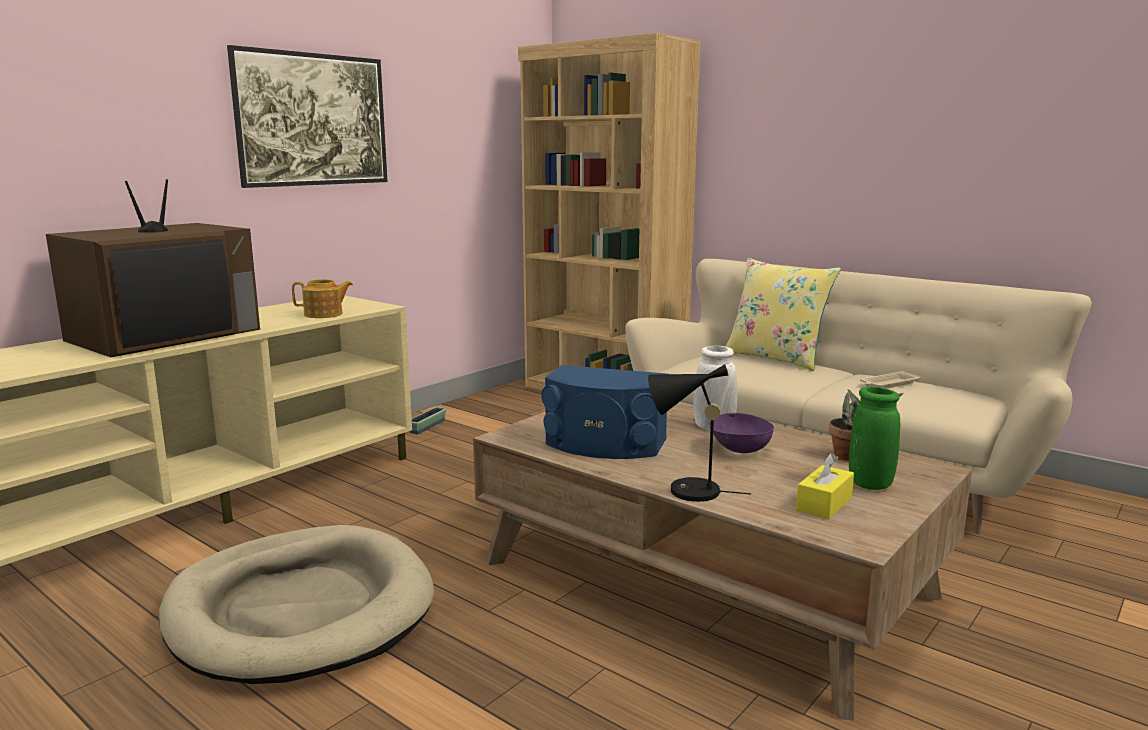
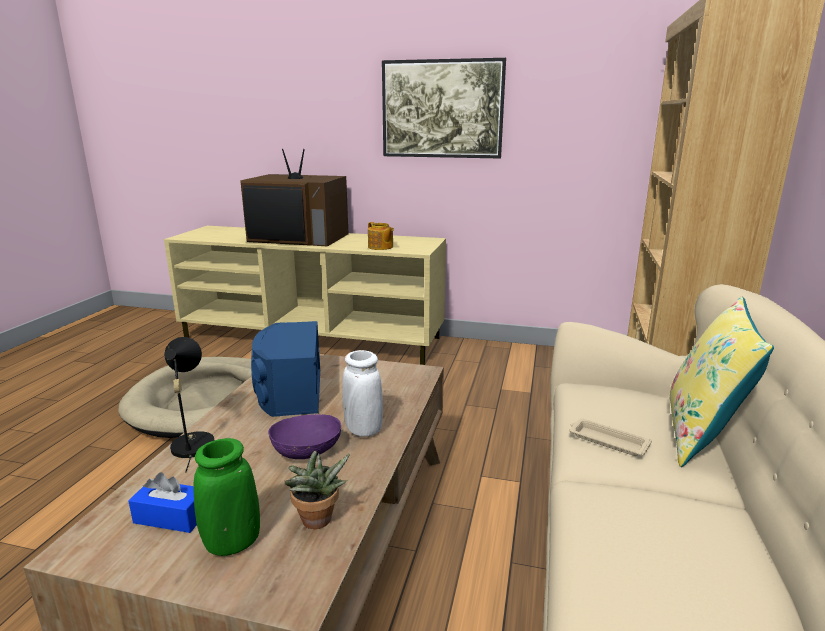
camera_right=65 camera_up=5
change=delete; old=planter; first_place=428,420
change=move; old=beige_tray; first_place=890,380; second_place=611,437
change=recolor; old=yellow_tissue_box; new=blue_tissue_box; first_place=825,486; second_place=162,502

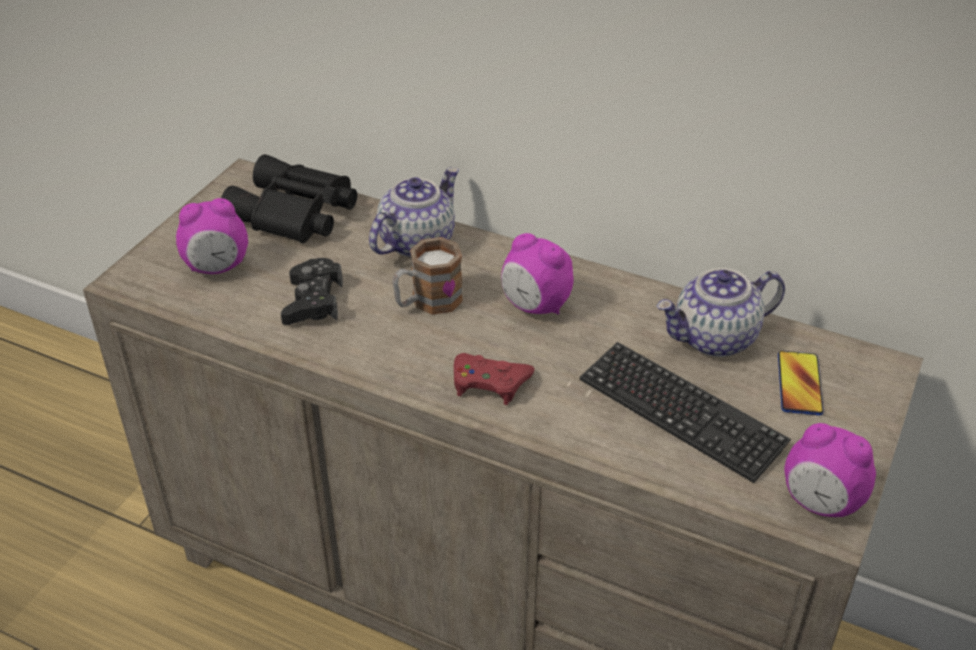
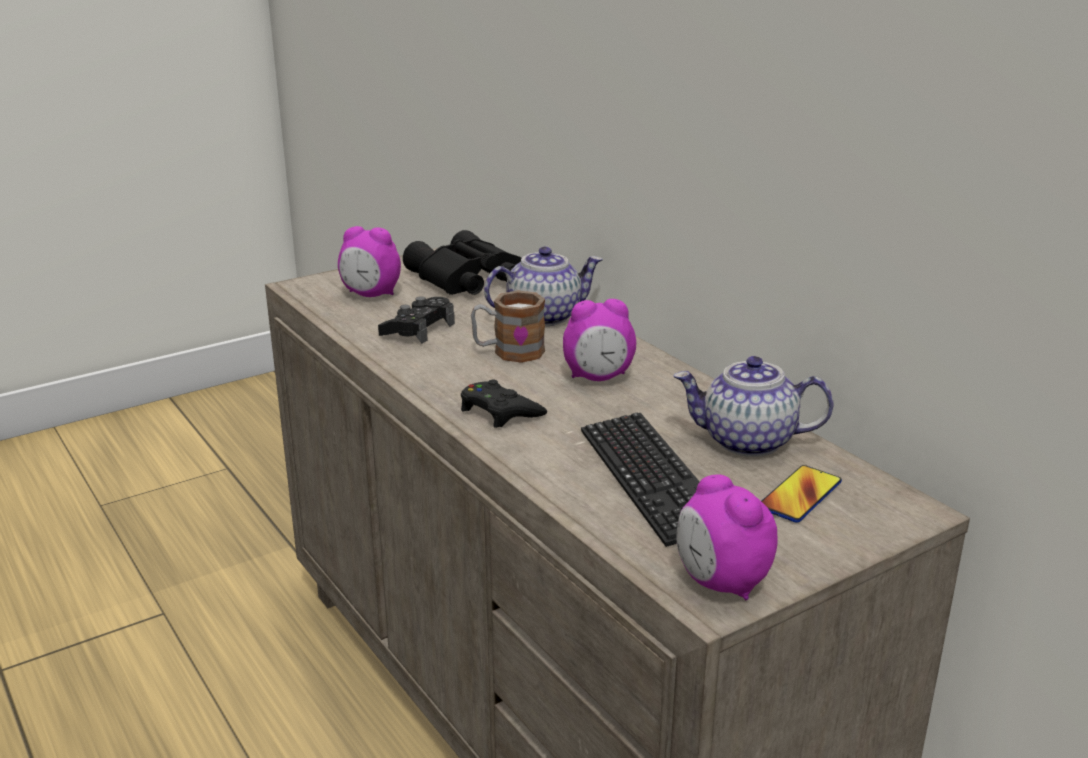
camera_right=30 camera_up=-15
change=recolor; old=red_game_controller; new=black_game_controller; first_place=494,379; second_place=504,404
change=rotate; old=alarm_clock; first_place=537,274; second_place=599,340; degrees=-75

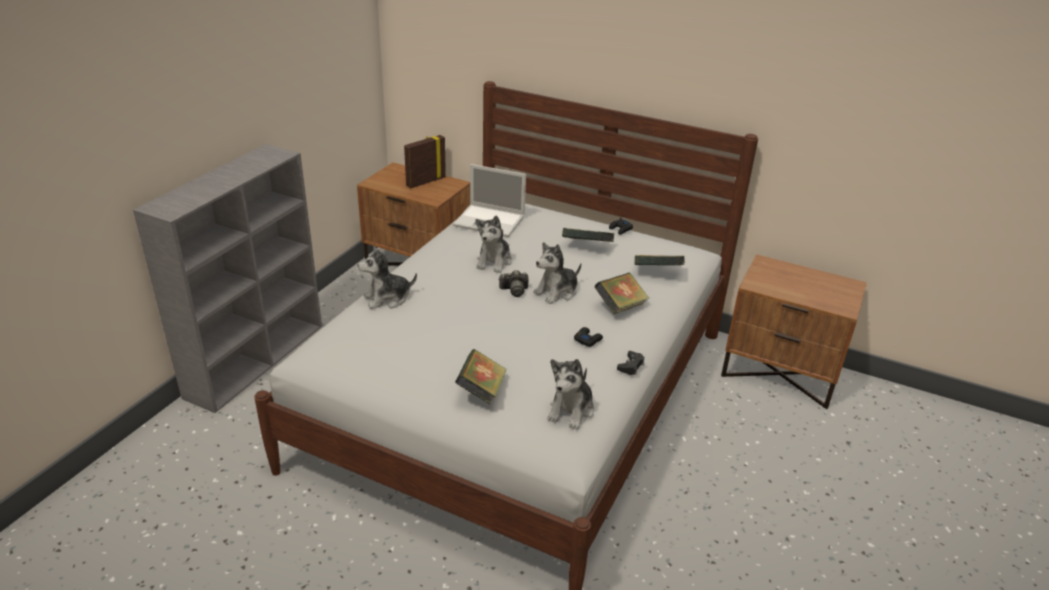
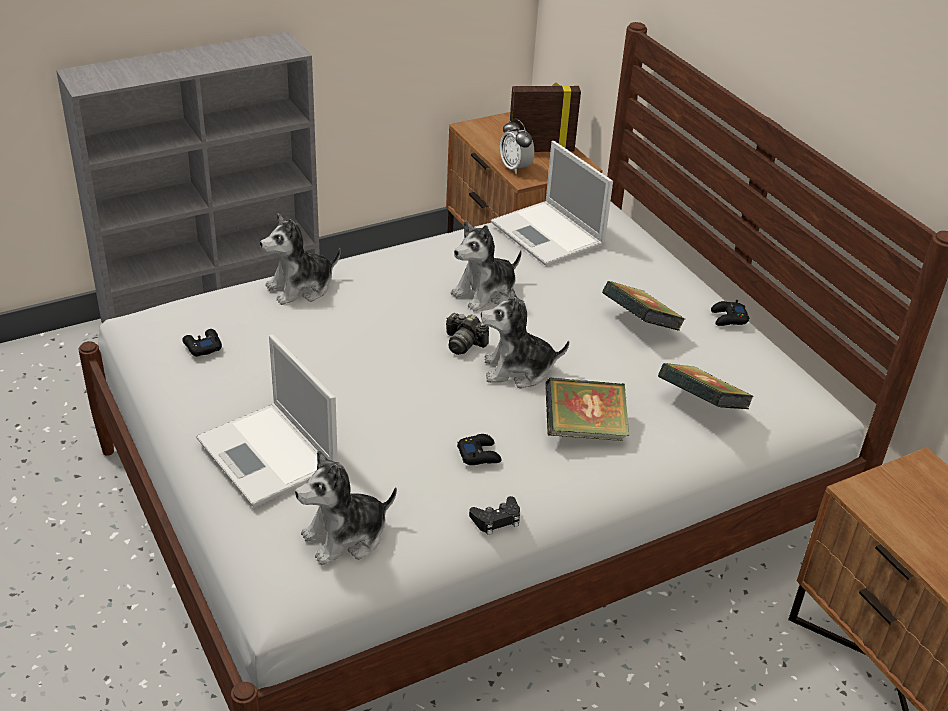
camera_right=35 camera_up=5
change=insert; new=black_game_controller; second_place=202,343
change=insert; new=alarm_clock; second_place=517,146
change=replace; old=book; new=laptop; first_place=481,376; second_place=267,421
change=rotate; old=plush_toy; first_place=387,277; second_place=300,259; degrees=-45

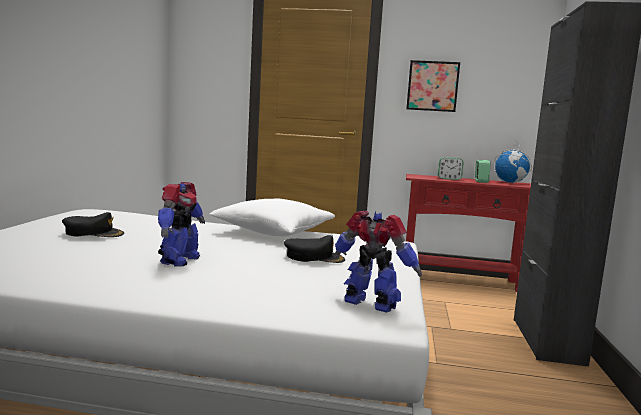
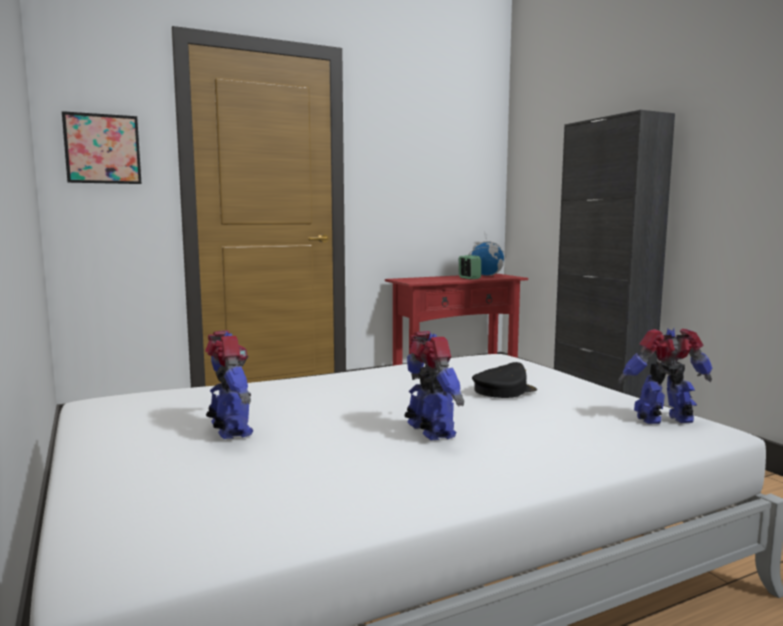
camera_right=-35 camera_up=0
change=delete; old=white_pillow; first_place=272,217
change=delete; old=alarm_clock; first_place=451,168
change=move; old=picture; first_place=433,86; second_place=102,147
change=replace; old=black_cap; new=toy_robot; first_place=93,224; second_place=229,384

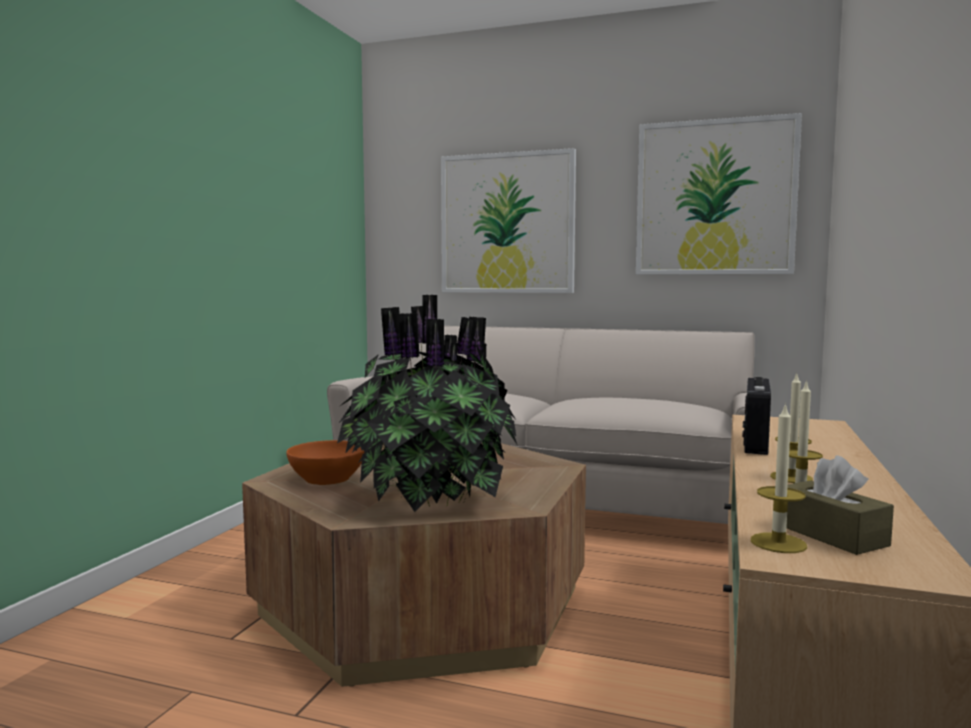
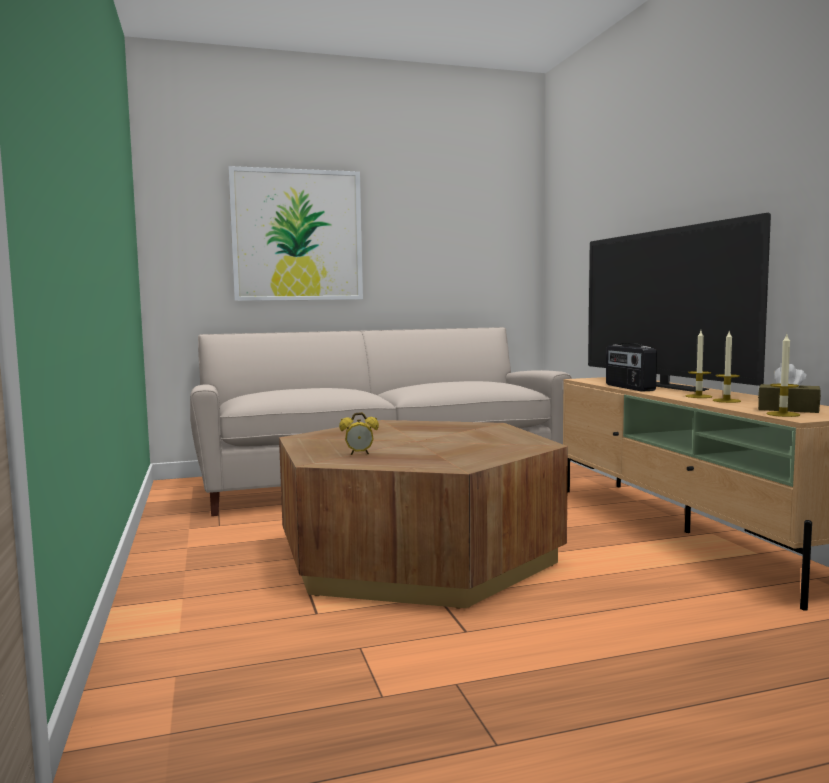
camera_right=-35 camera_up=0
change=delete; old=potted_plant; first_place=427,403
change=delete; old=picture; first_place=719,194
change=insert; new=television; second_place=679,302
change=replace; old=orange_bowl; new=alarm_clock; first_place=325,462; second_place=359,433

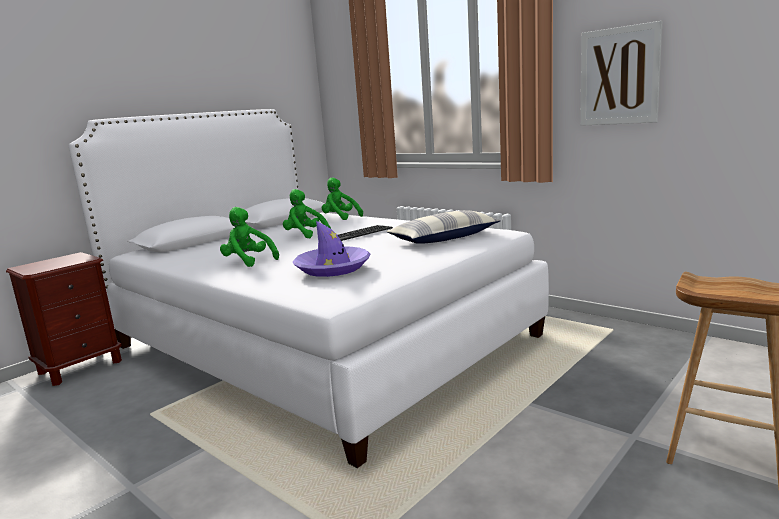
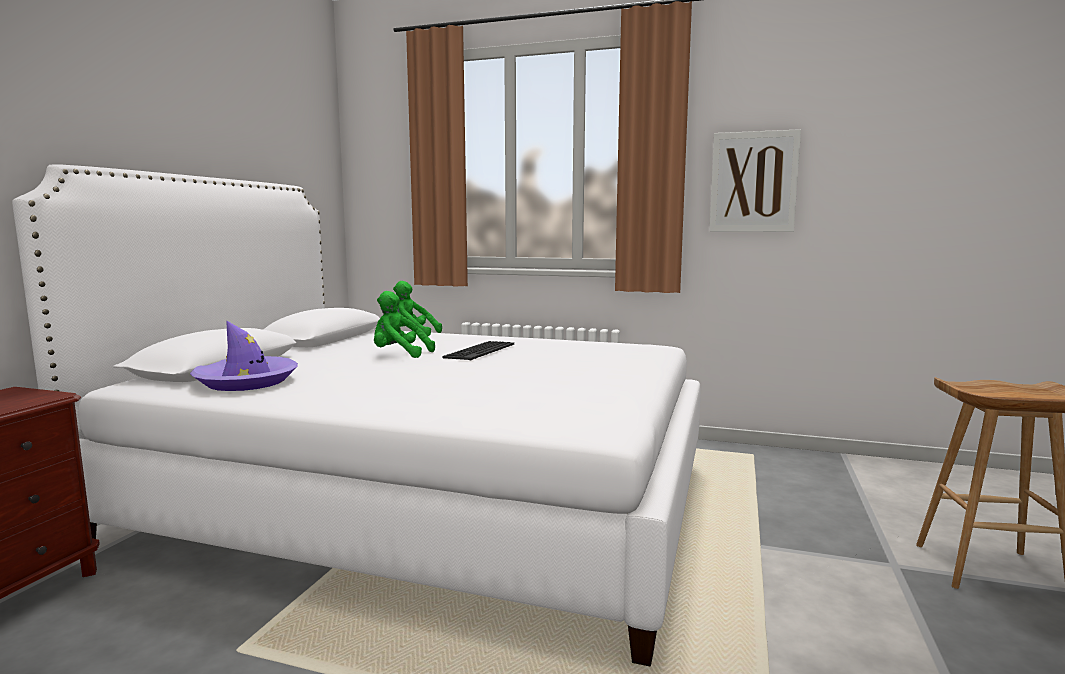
camera_right=-25 camera_up=-5
change=delete; old=green_plush_toy; first_place=249,237
change=delete; old=pillow; first_place=444,227
change=move; old=purple_hat; first_place=332,249; second_place=244,355

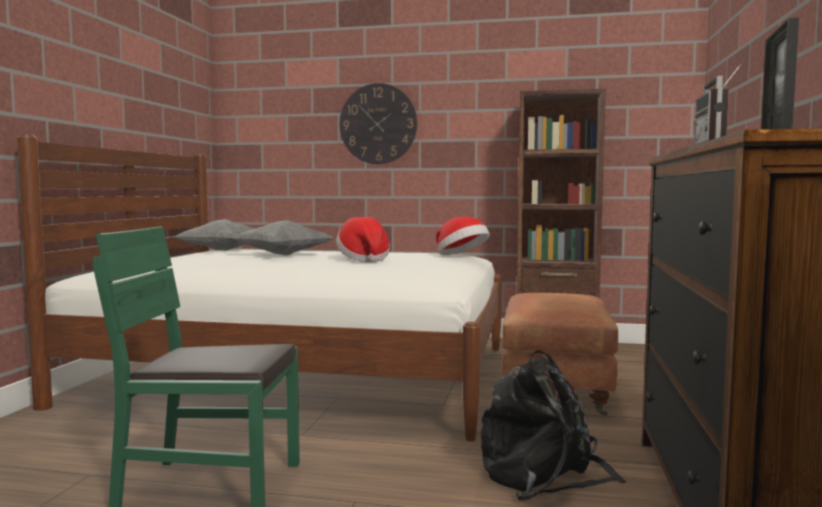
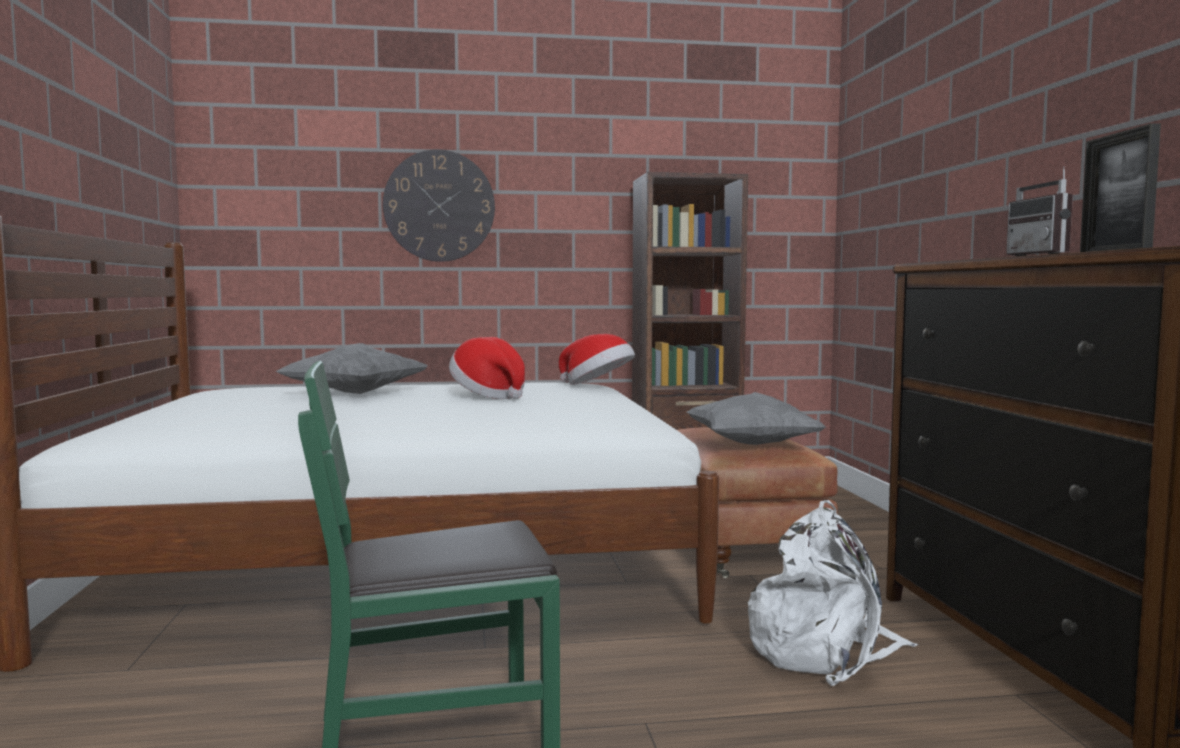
camera_right=-20 camera_up=0
change=move; old=grey_pillow; first_place=214,235; second_place=756,418
change=recolor; old=black_backpack; new=white_backpack; first_place=553,426; second_place=833,593

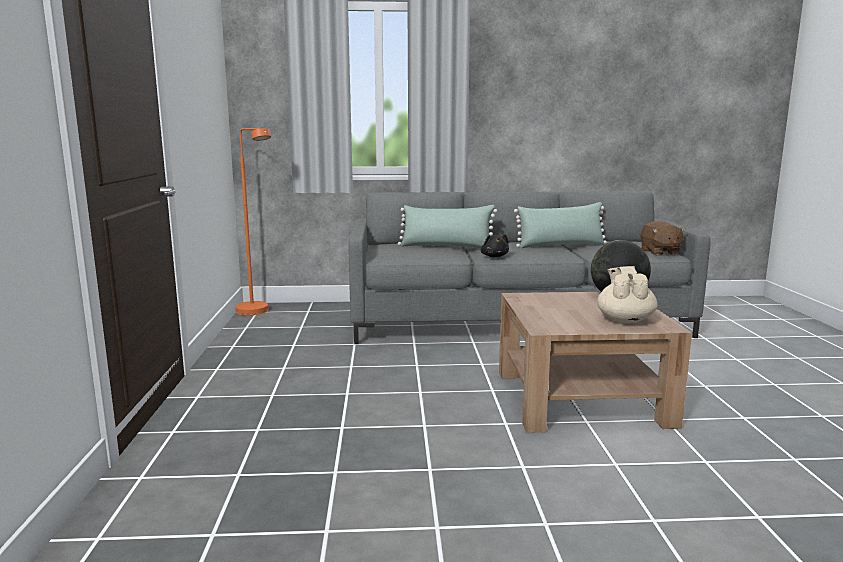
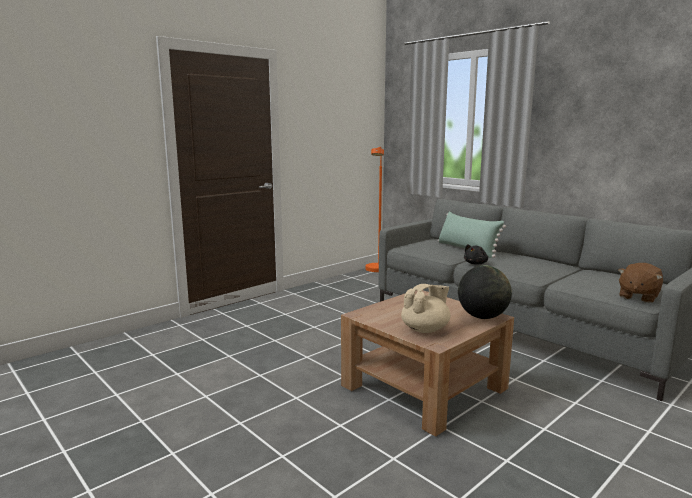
camera_right=50 camera_up=0
change=delete; old=green_pillow; first_place=560,225

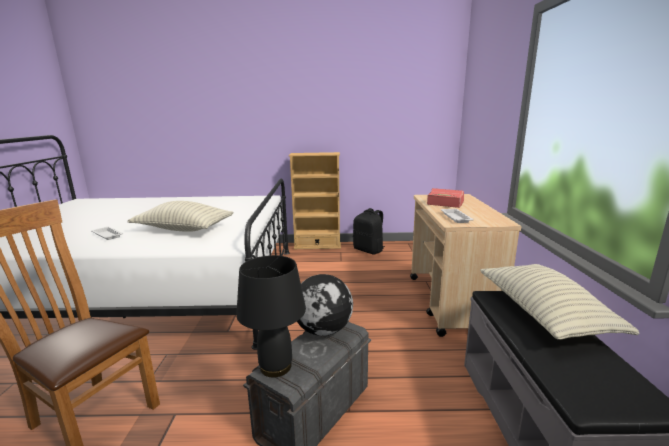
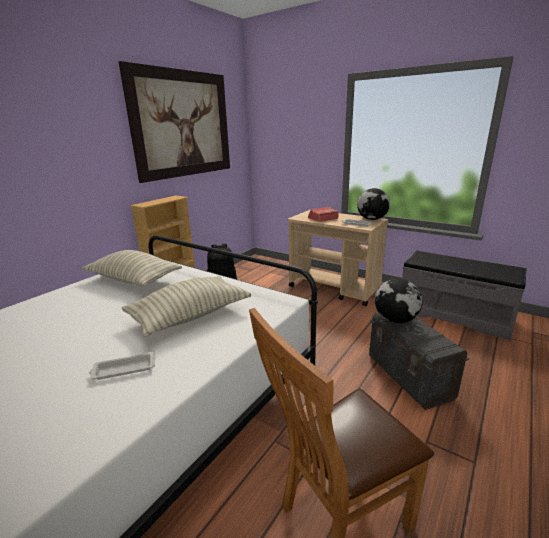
camera_right=-55 camera_up=5
change=delete; old=black_table_lamp; first_place=271,316
change=insert; new=picture; second_place=174,122
change=insert; new=globe; second_place=373,204
change=move; old=pillow; first_place=559,302; second_place=131,268

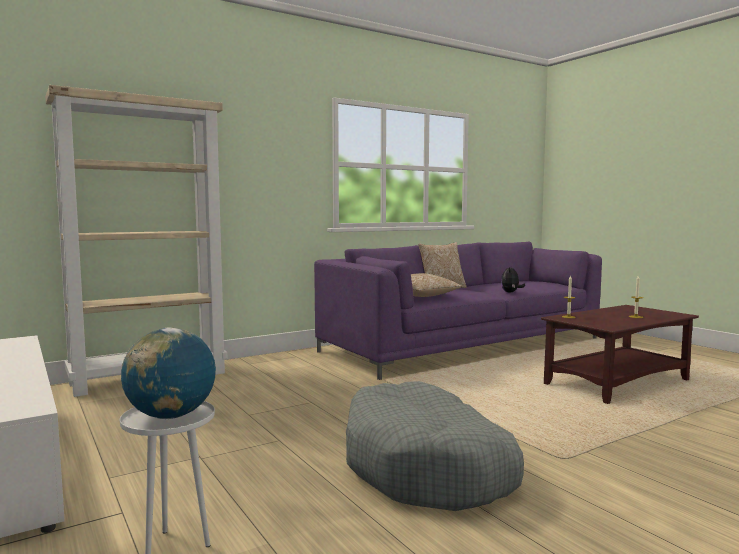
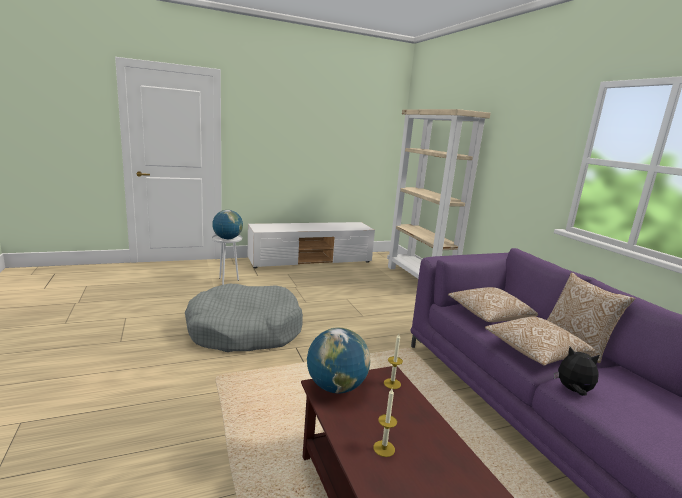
camera_right=100 camera_up=10
change=insert; new=globe; second_place=338,361
change=insert; new=pillow; second_place=540,340

